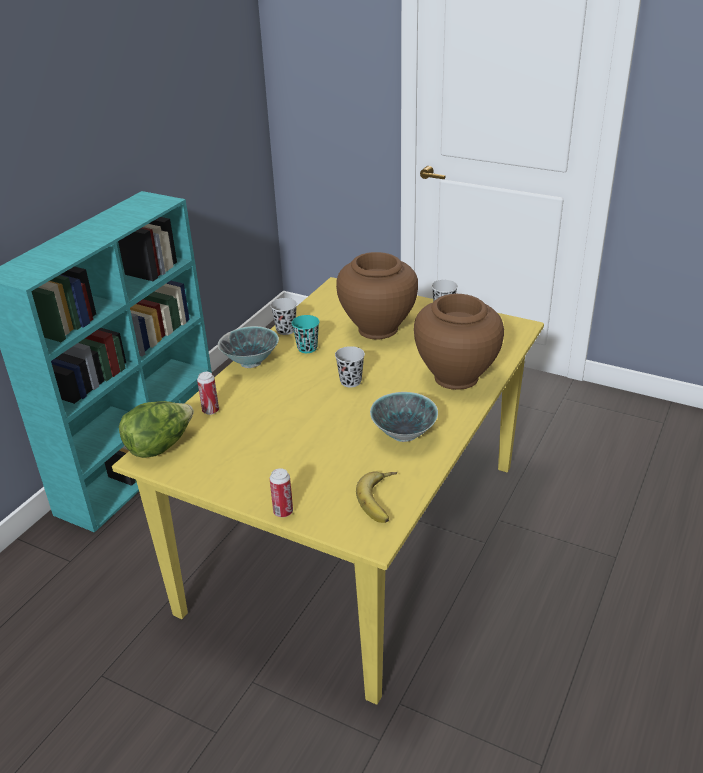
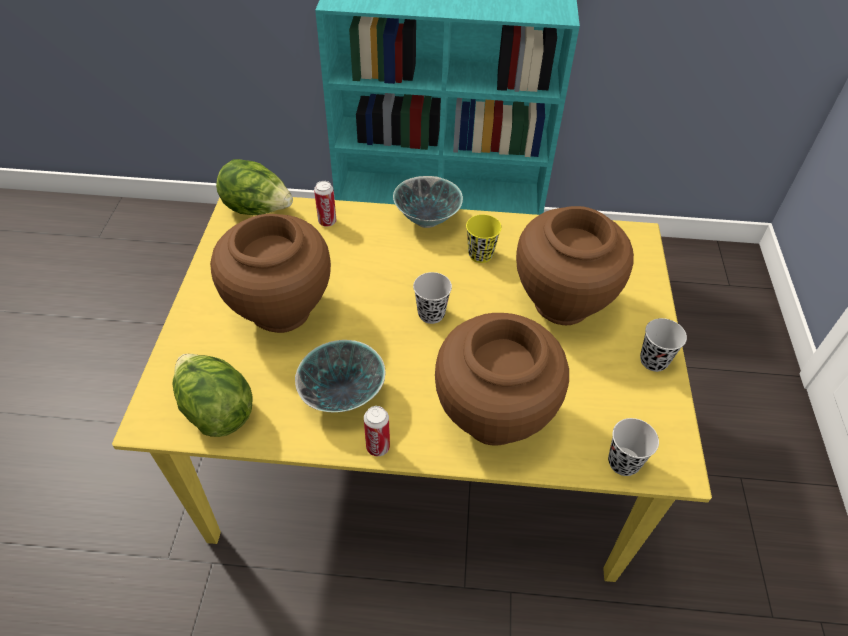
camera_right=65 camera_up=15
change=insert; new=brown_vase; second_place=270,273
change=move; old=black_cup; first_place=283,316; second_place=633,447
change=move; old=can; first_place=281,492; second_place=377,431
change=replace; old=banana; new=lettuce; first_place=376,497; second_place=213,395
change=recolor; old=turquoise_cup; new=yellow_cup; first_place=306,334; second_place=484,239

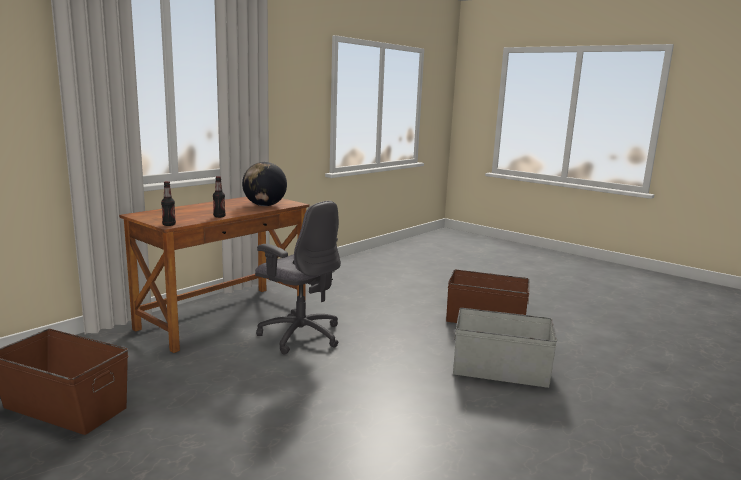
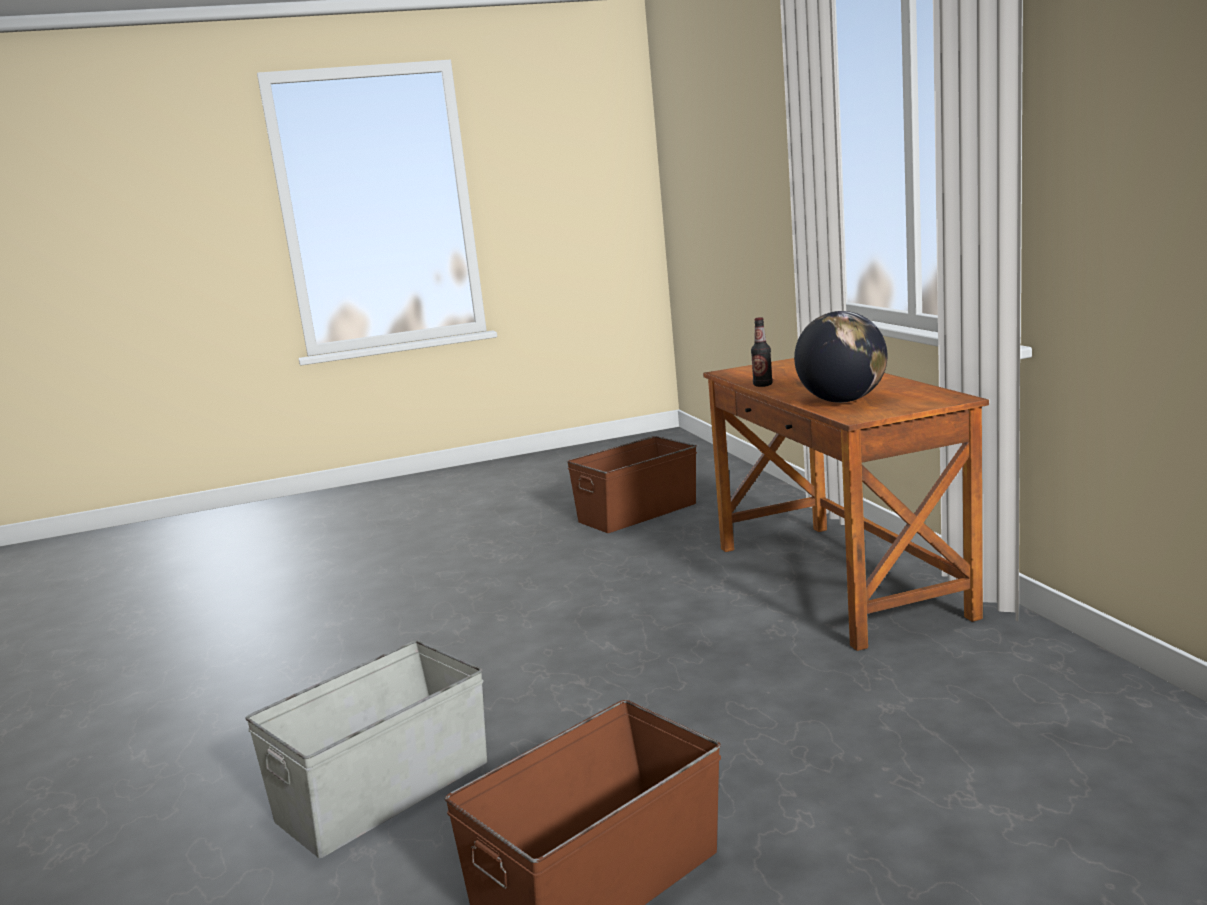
camera_right=125 camera_up=0
change=delete; old=bottle; first_place=168,203
change=delete; old=grey_office_chair; first_place=298,278

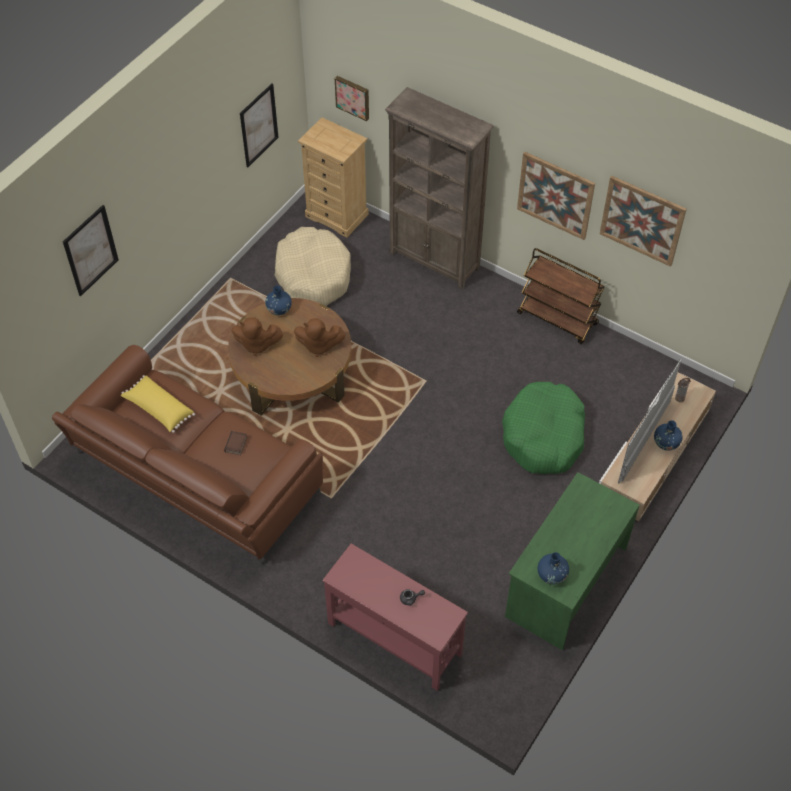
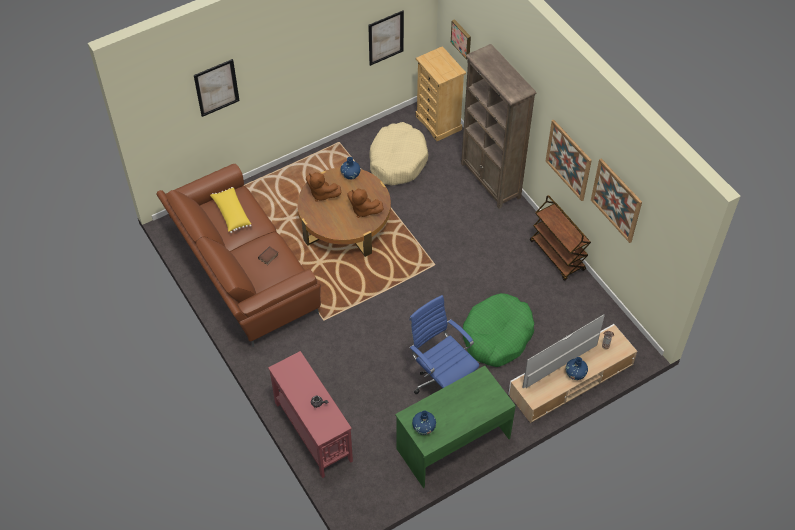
camera_right=25 camera_up=0
change=insert; new=blue_office_chair; second_place=444,344

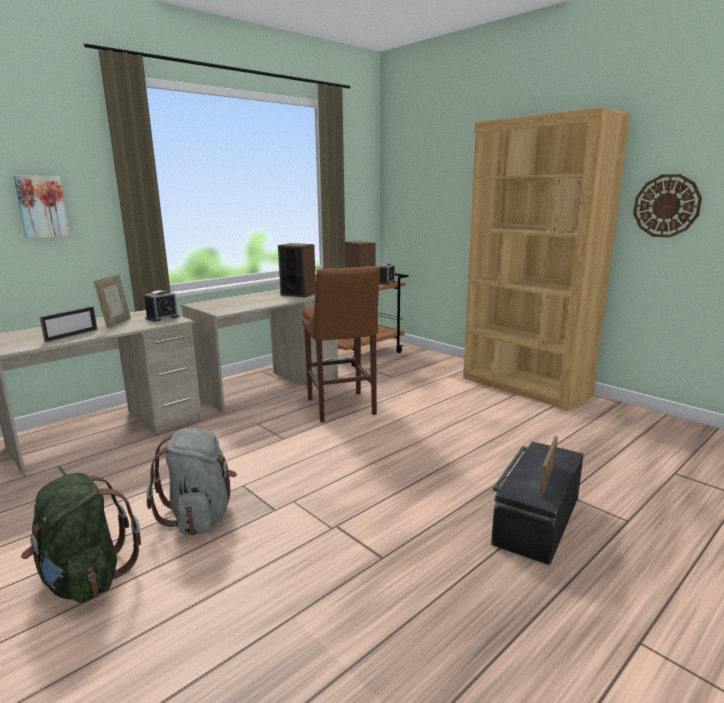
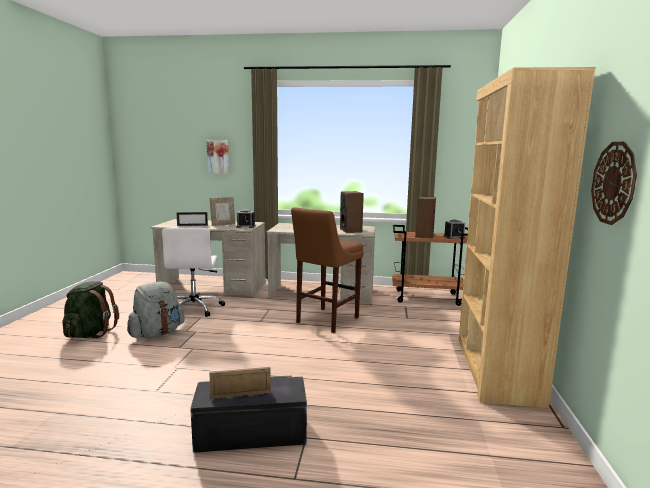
camera_right=50 camera_up=-5
change=insert; new=white_office_chair; second_place=193,272

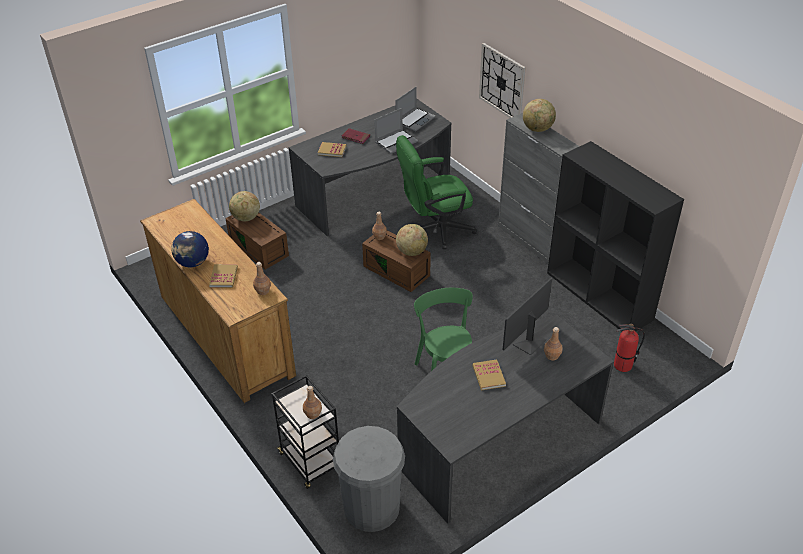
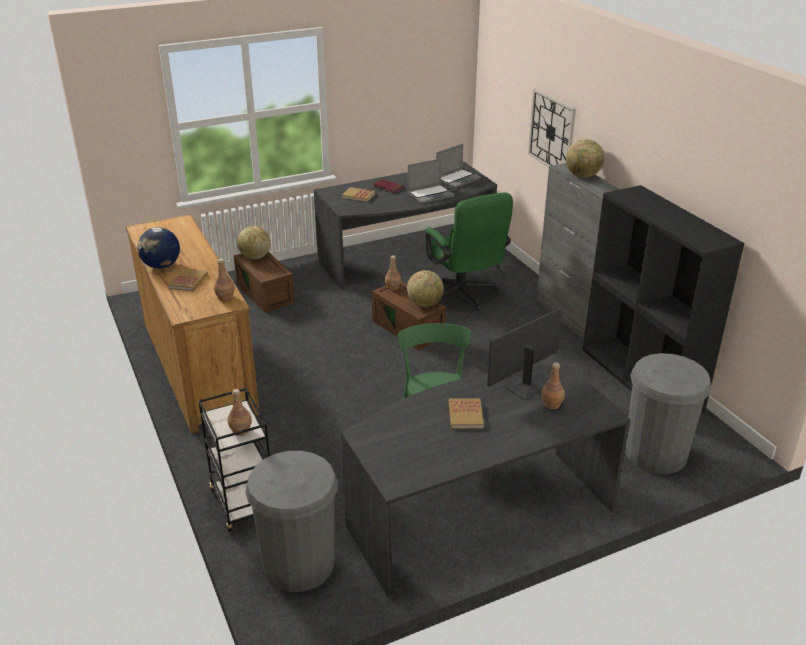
camera_right=10 camera_up=-10
change=replace; old=fire_extinguisher; new=grey_trash_can; first_place=629,348; second_place=668,413
change=rotate; old=green_office_chair; first_place=436,192; second_place=469,251; degrees=-105

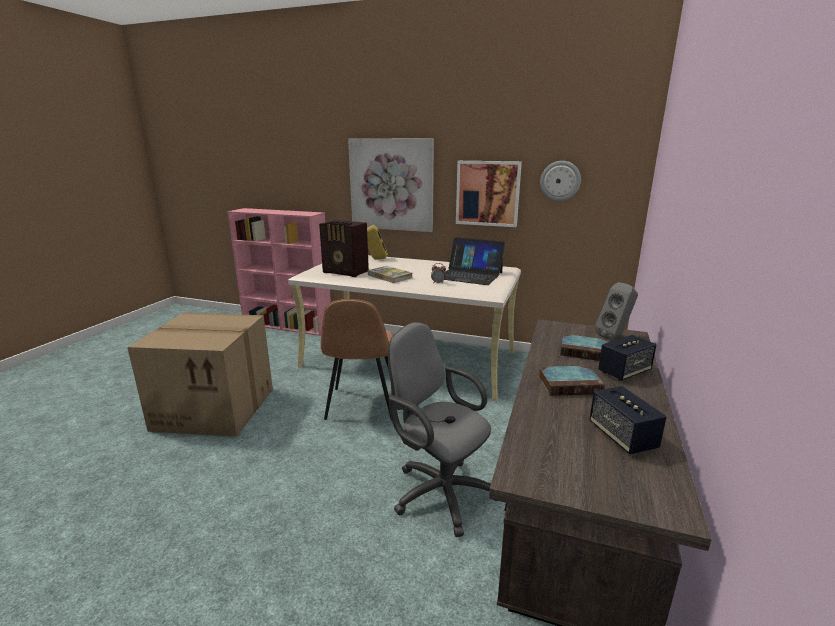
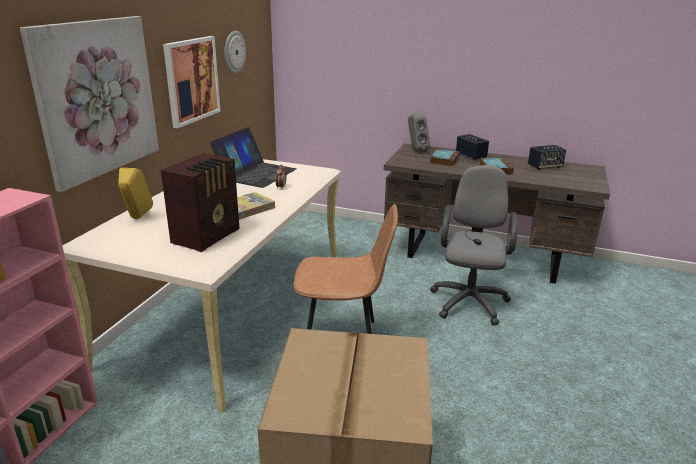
camera_right=-90 camera_up=5
change=rotate; old=grey_office_chair; first_place=442,429; second_place=474,245; degrees=150

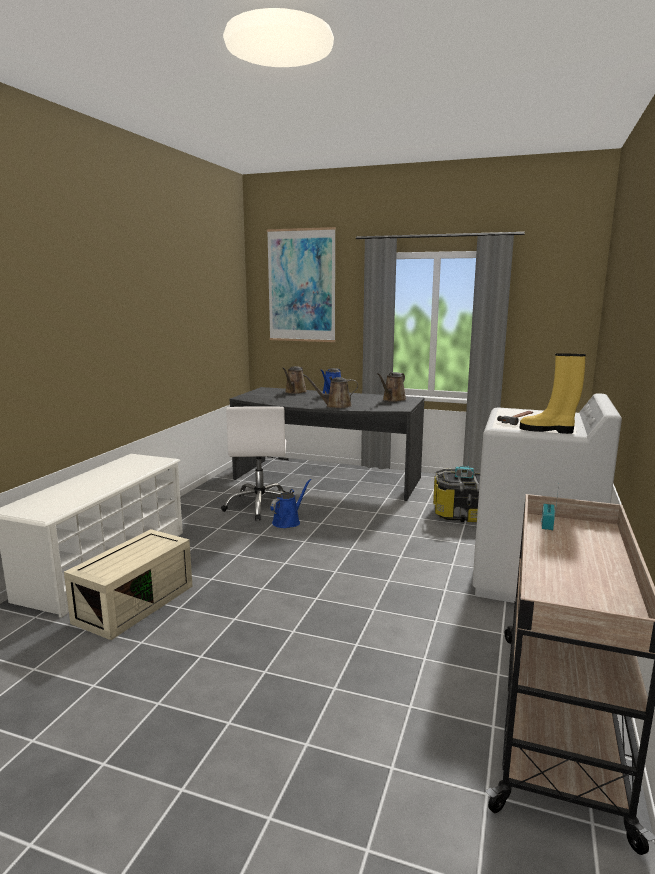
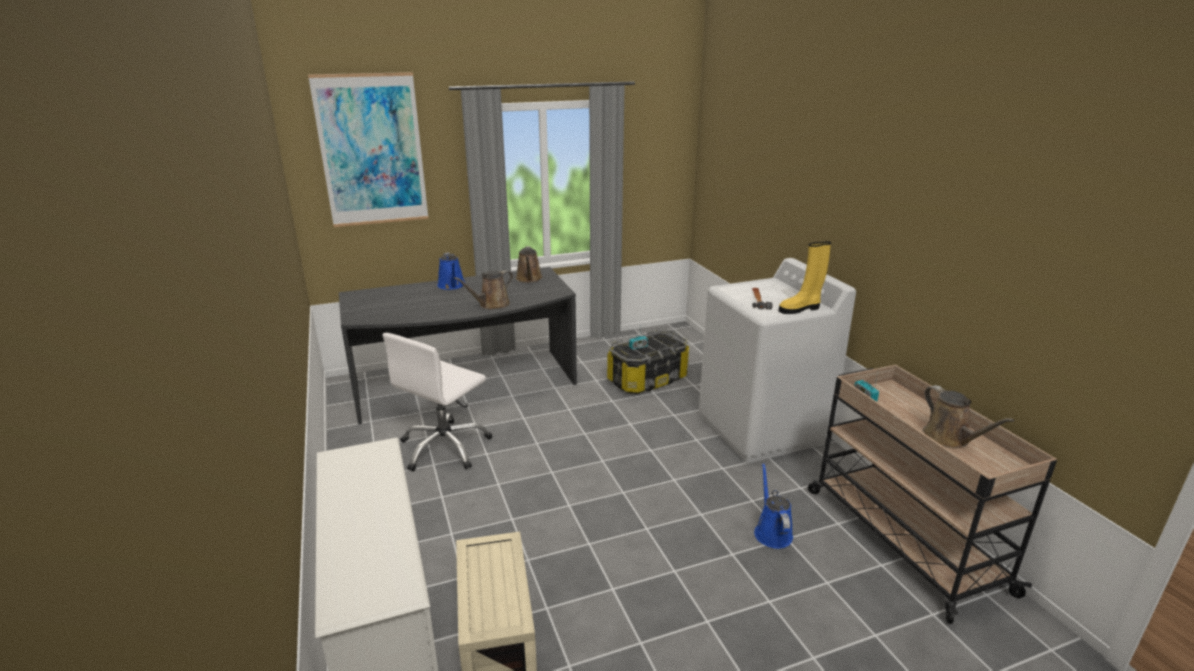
camera_right=-40 camera_up=10
change=move; old=blue_watering_can; first_place=290,503; second_place=773,506
change=move; old=brown_watering_can; first_place=294,380; second_place=968,416
change=rotate; old=white_office_chair; first_place=255,463; second_place=437,402; degrees=75

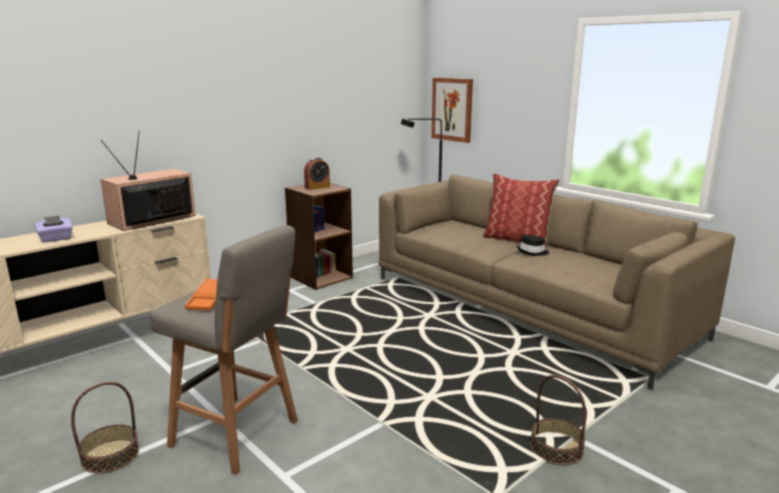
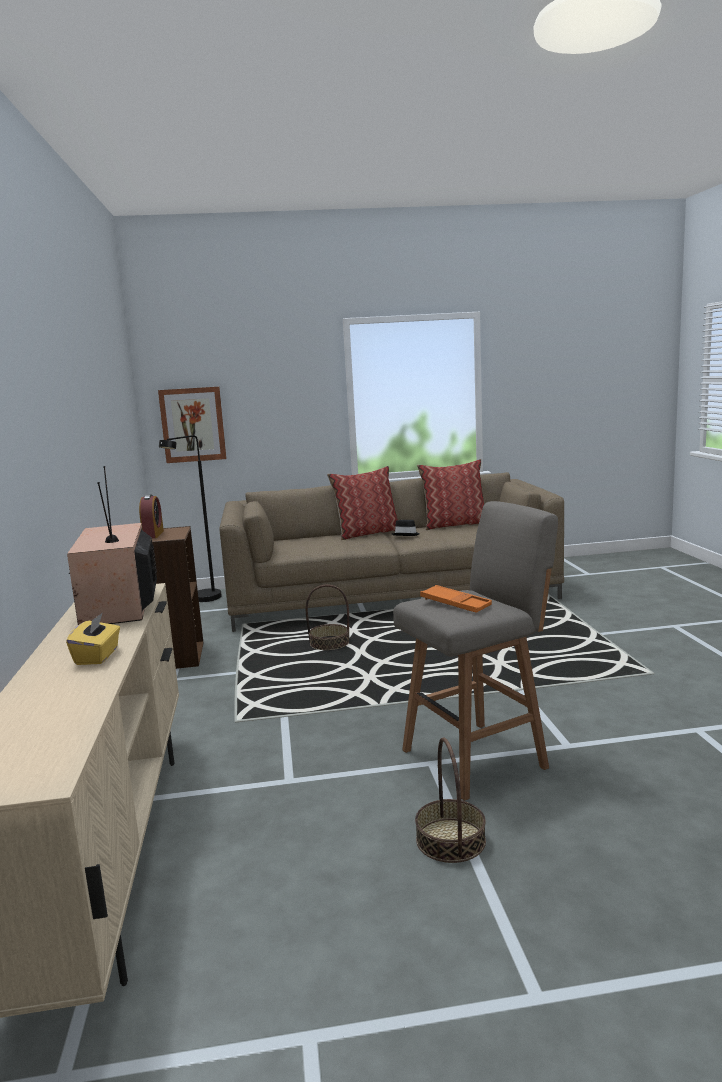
camera_right=-55 camera_up=-5
change=insert; new=pillow; second_place=450,494
change=move; old=basket; first_place=558,420; second_place=327,617
change=recolor; old=purple_tissue_box; new=yellow_tissue_box; first_place=54,229; second_place=93,638

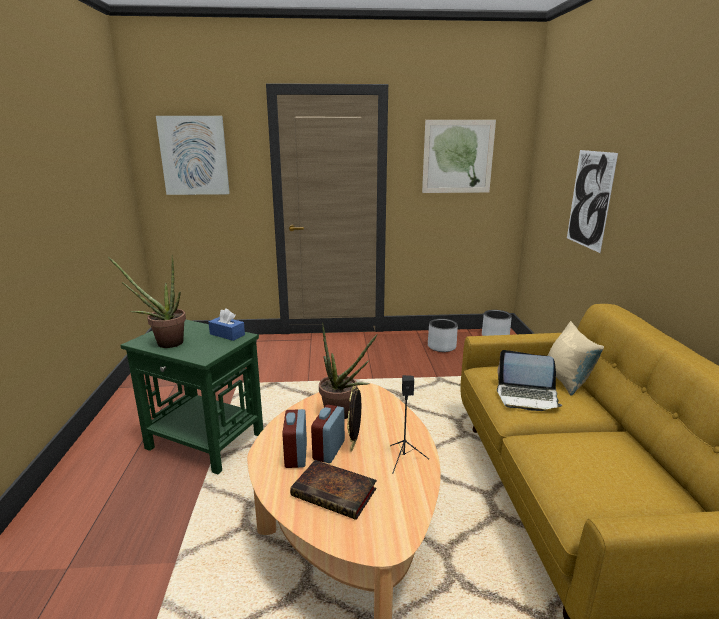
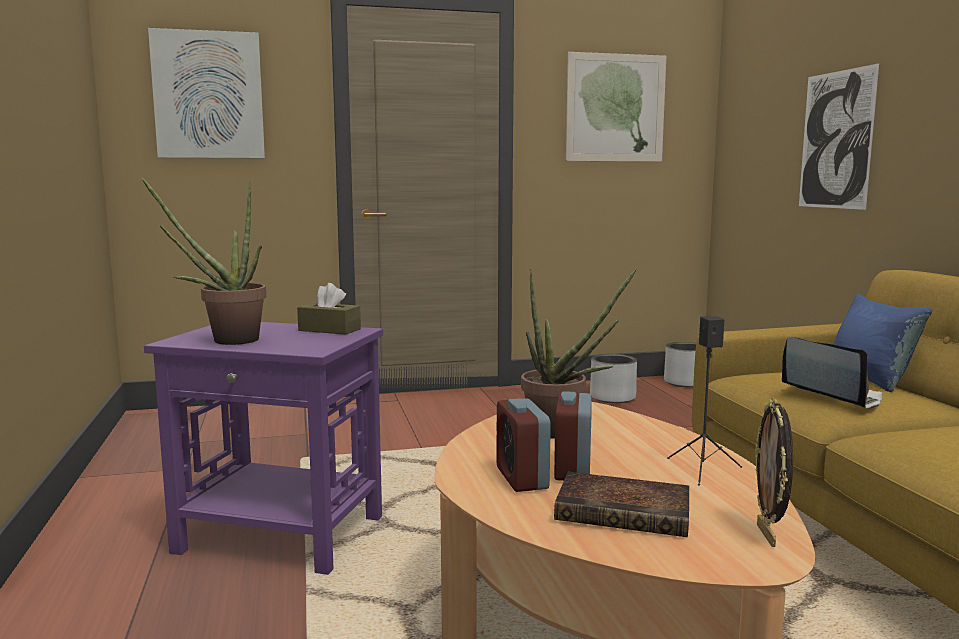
camera_right=-10 camera_up=-10
change=move; old=picture_frame; first_place=354,418; second_place=774,472
change=recolor; old=green_side_table; new=purple_side_table; first_place=191,397; second_place=263,448
change=recolor; old=blue_tissue_box; new=brown_tissue_box; first_place=226,324; second_place=329,309
change=recolor; old=beige_pillow; new=blue_pillow; first_place=576,358; second_place=883,342
change=rotate; old=laptop; first_place=529,380; second_place=832,373; degrees=-135

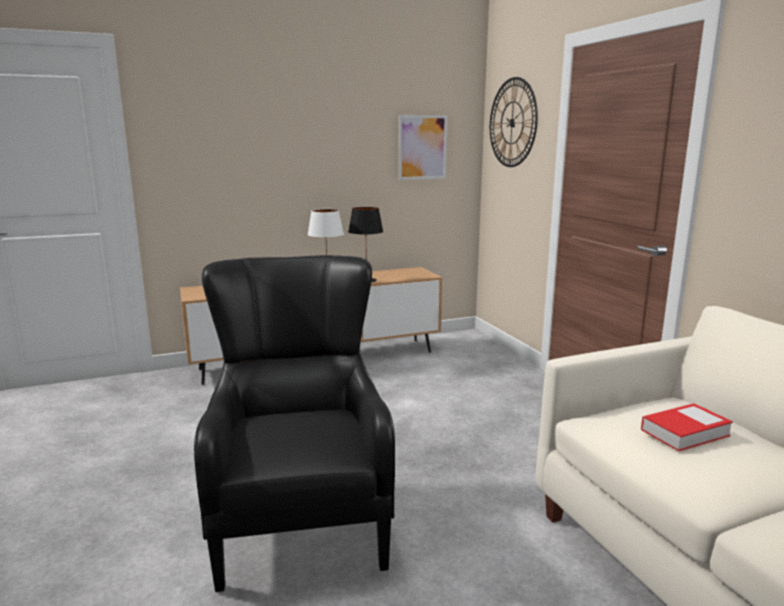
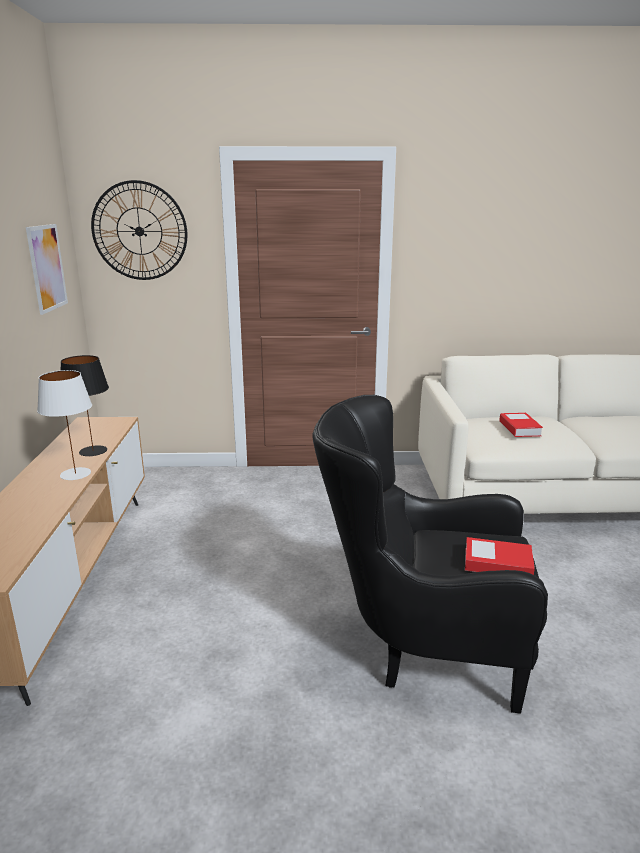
camera_right=-70 camera_up=5
change=insert; new=book; second_place=500,556

